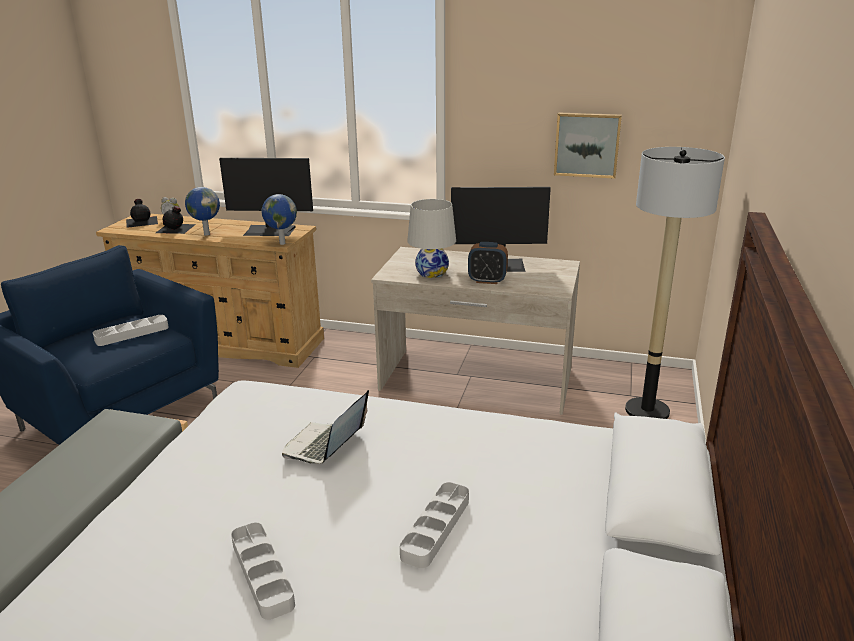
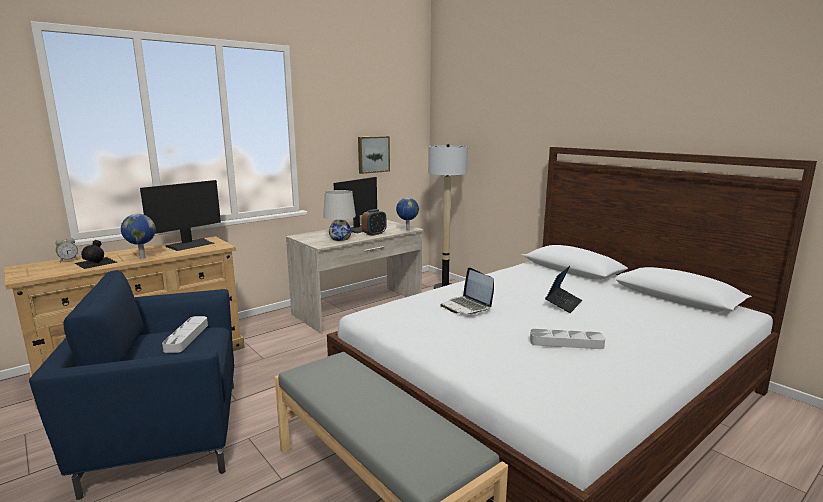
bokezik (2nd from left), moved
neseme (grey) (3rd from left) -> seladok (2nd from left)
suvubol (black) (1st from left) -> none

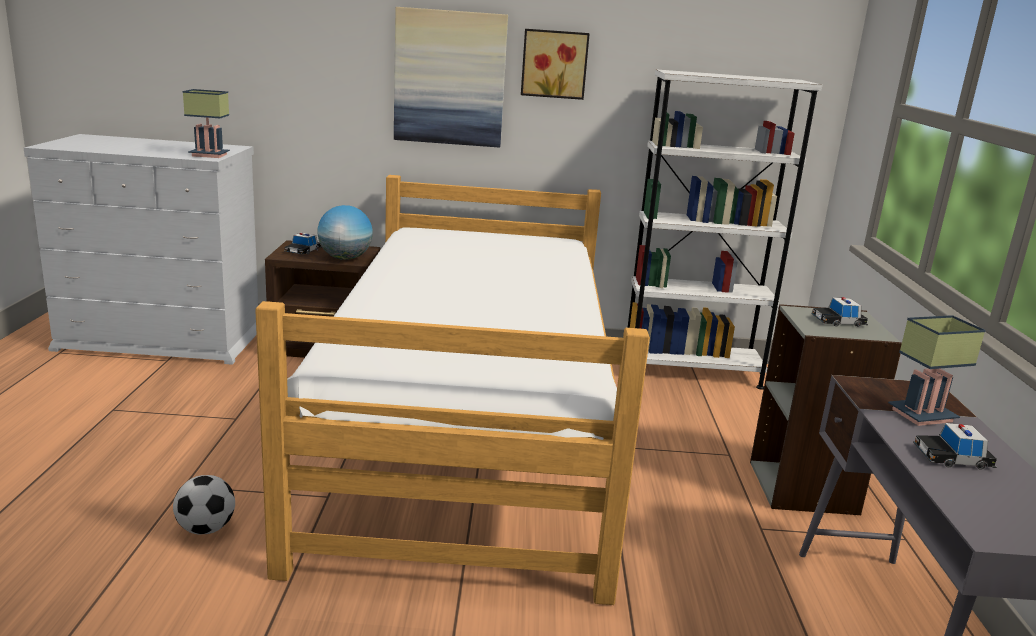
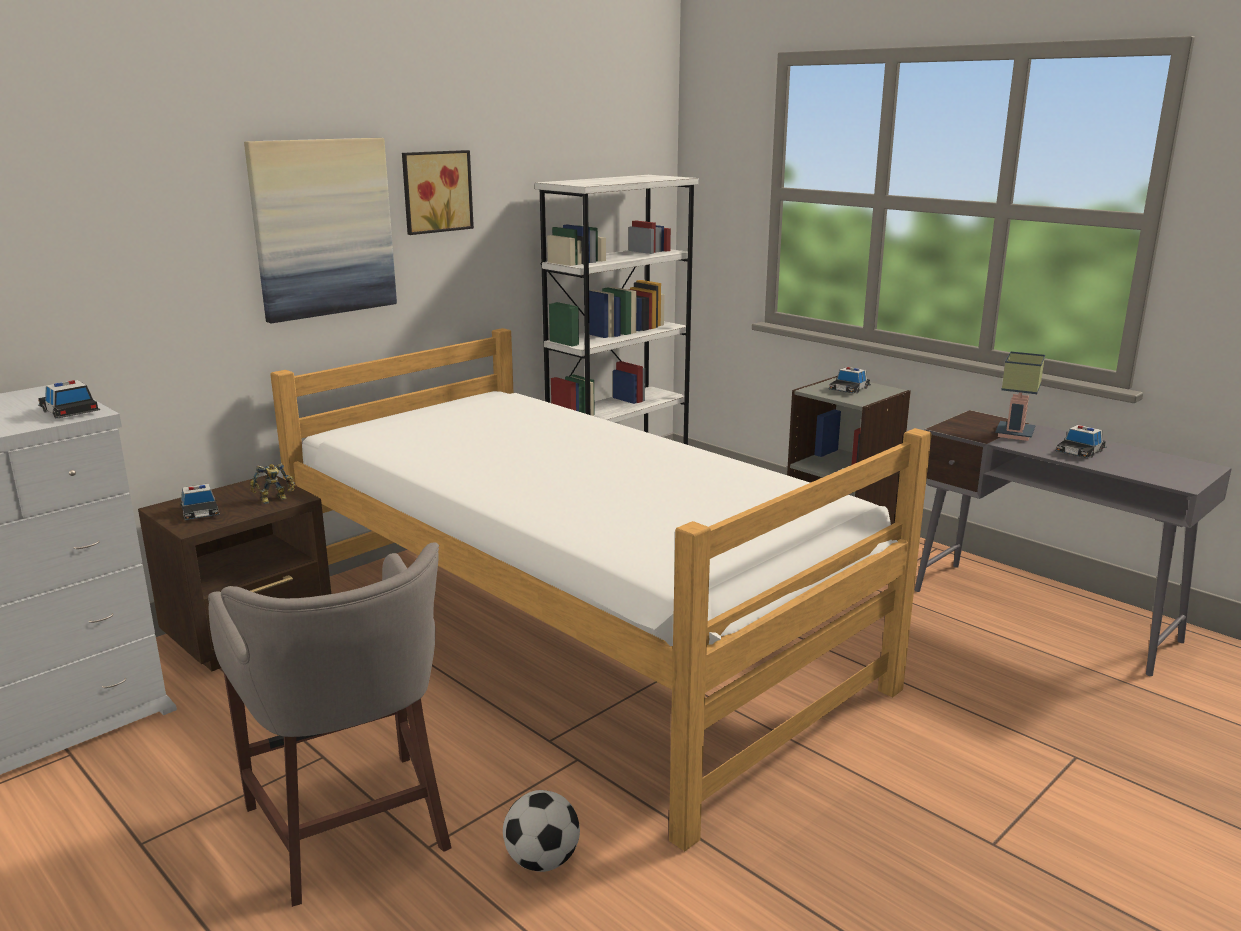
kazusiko (1st from left) -> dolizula (1st from left)
none -> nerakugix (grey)
bokezik -> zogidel

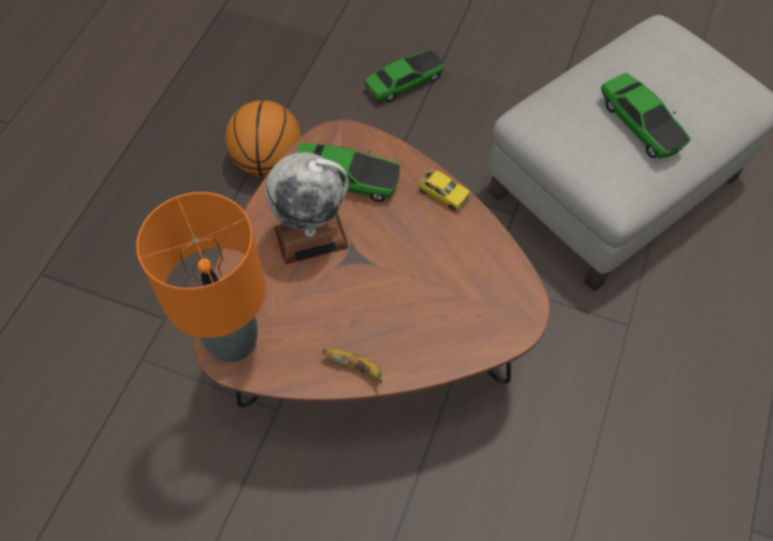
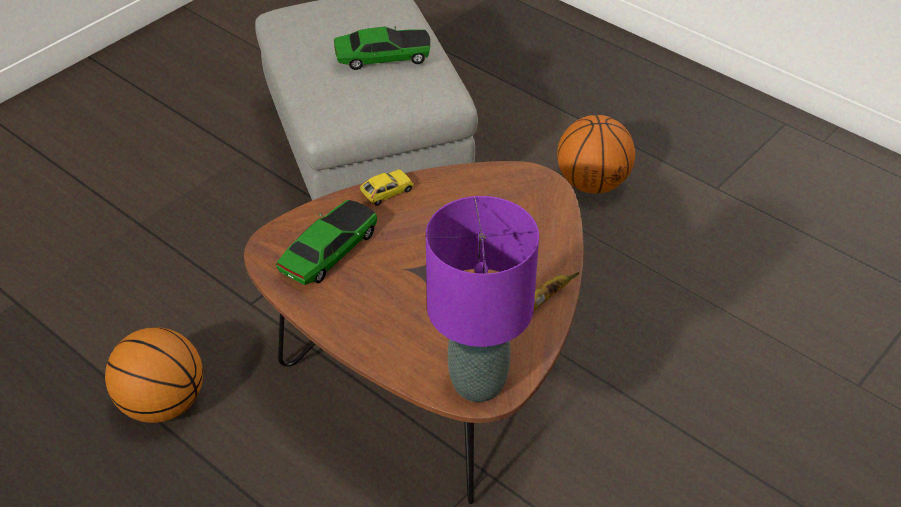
kazusiko (orange) -> kazusiko (purple)
none -> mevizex (2nd from left)
bokezik -> none
dolizula (2nd from left) -> none

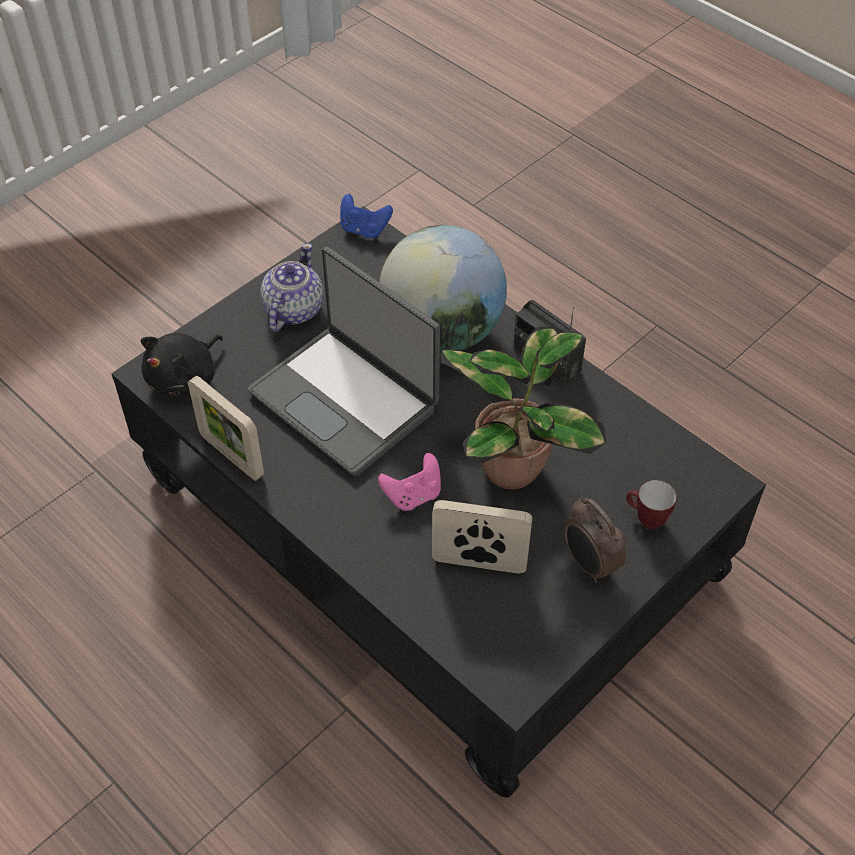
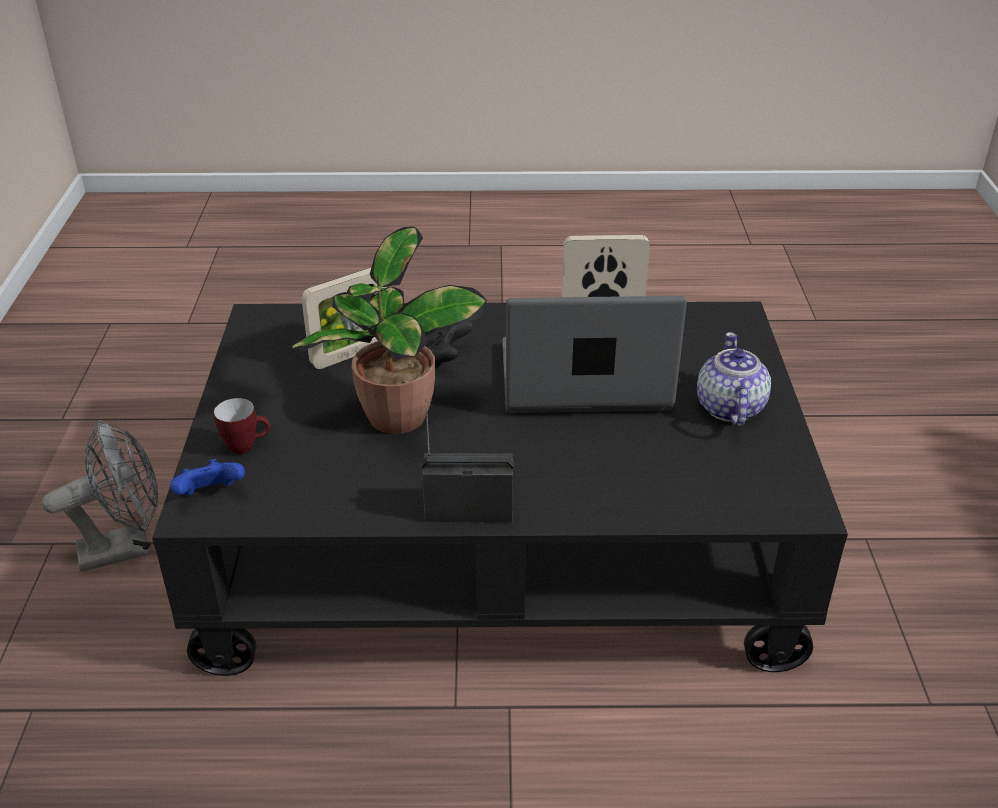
none -> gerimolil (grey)
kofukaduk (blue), moved
kofukaduk (pink) -> kofukaduk (black)
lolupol, 150 degrees counterclockwise
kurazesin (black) -> none
bokezik -> none
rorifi -> none

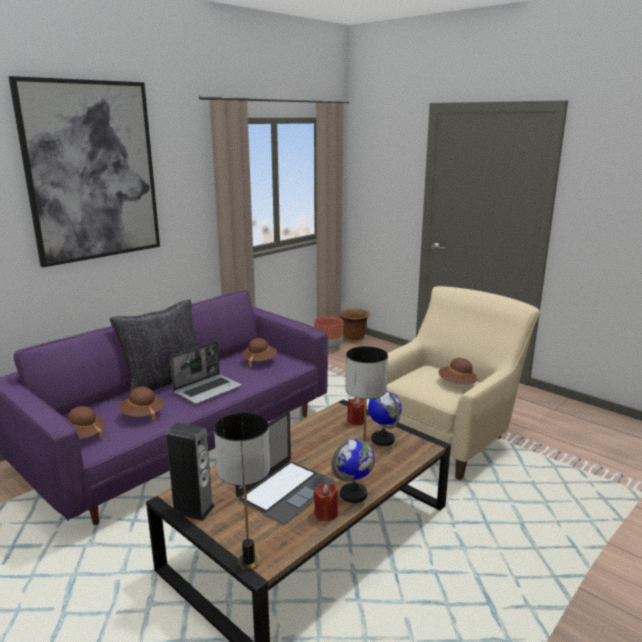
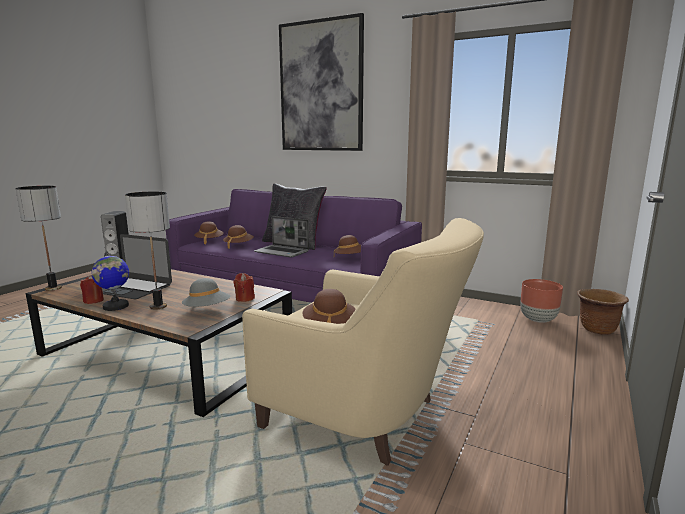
bokezik (2nd from left) -> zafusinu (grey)

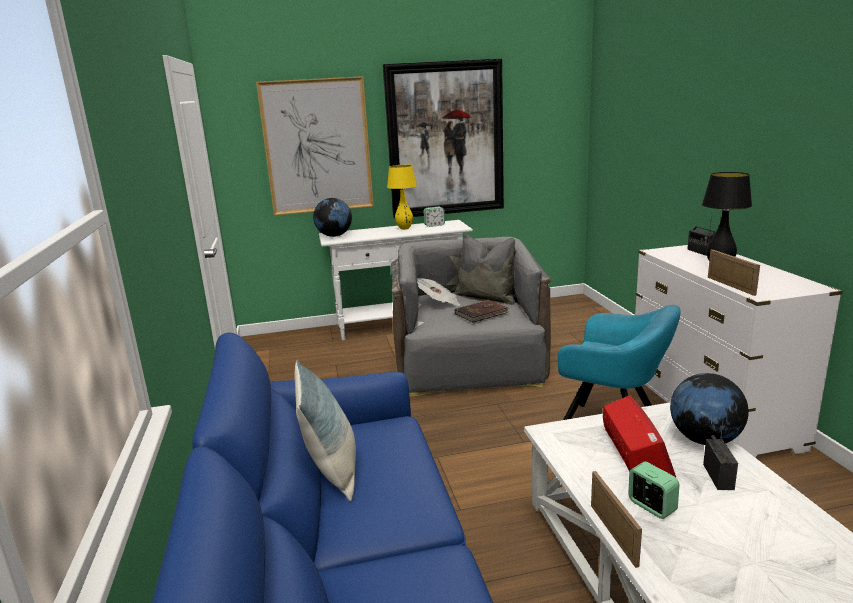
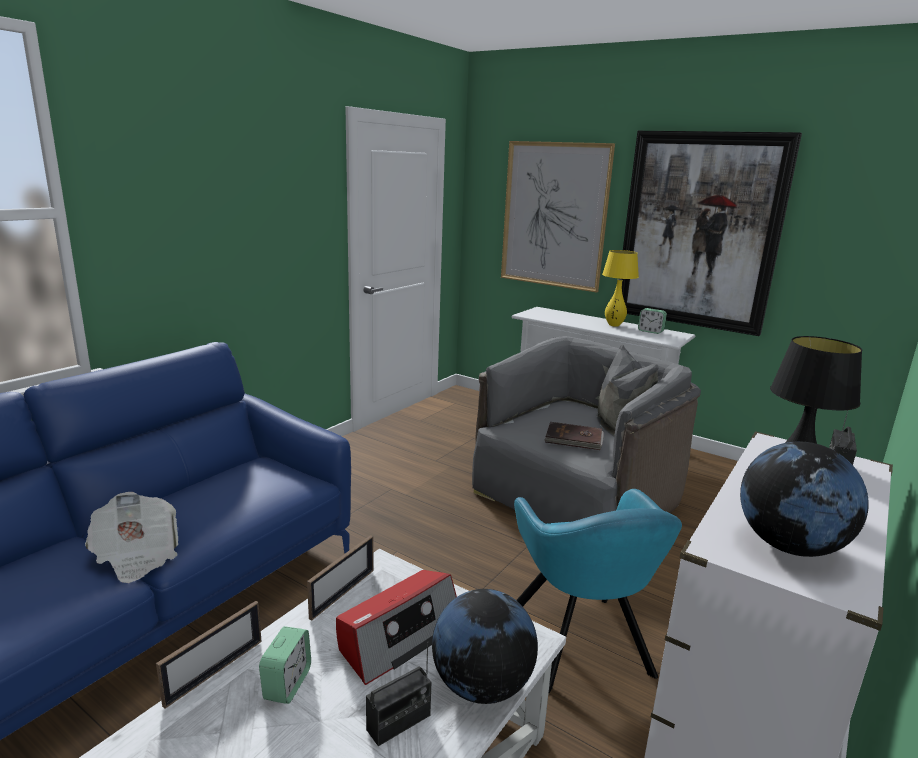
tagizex, moved
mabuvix (2nd from left), moved
bokezik (1st from left in the first image) -> bokezik (2nd from left), moved
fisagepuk -> none

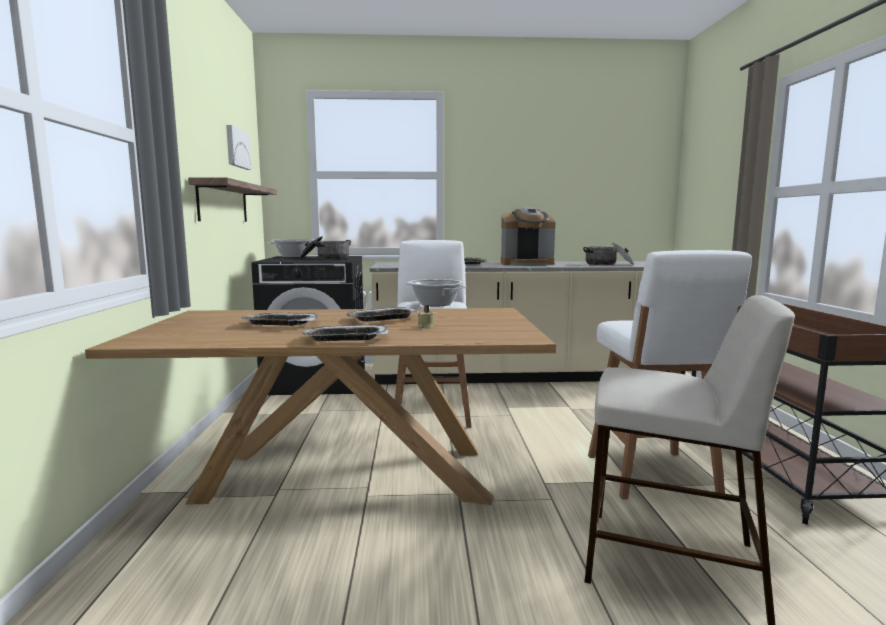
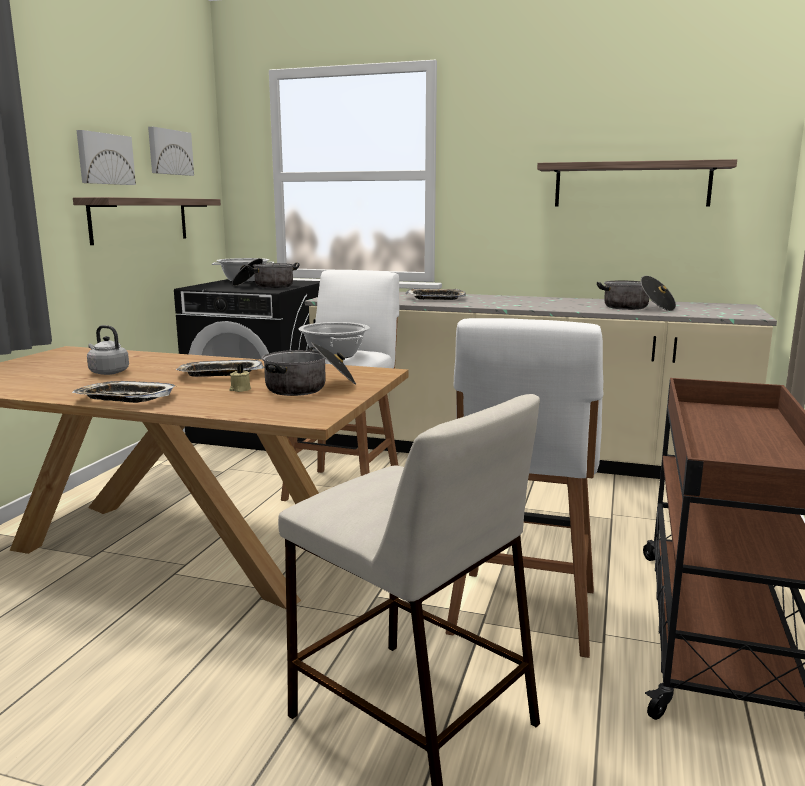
none -> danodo (1st from left)
neseme (1st from left) -> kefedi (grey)
none -> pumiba (3rd from left)
none -> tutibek (2nd from left)
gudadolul -> none

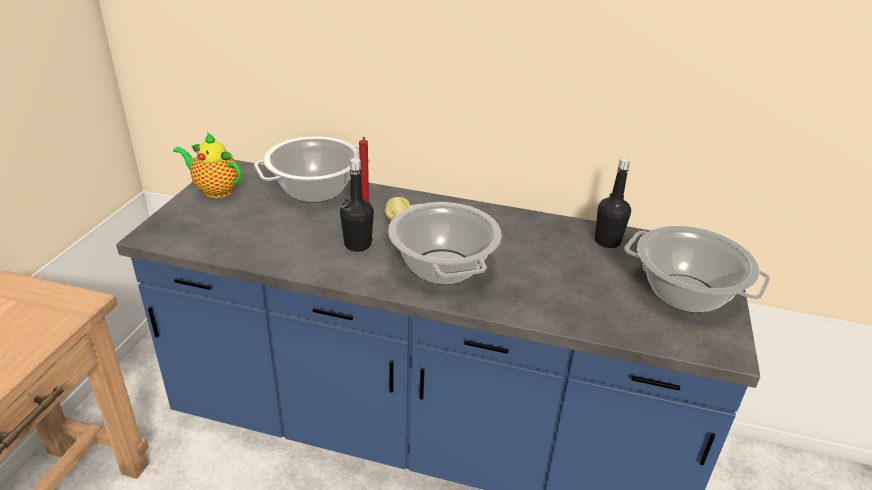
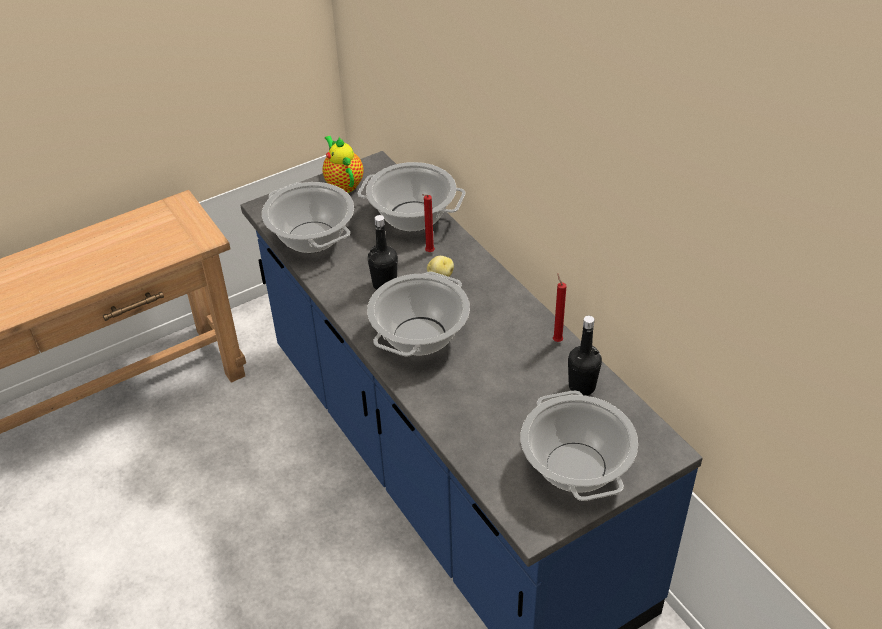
none -> pumiba (1st from left)
none -> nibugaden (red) (2nd from left)

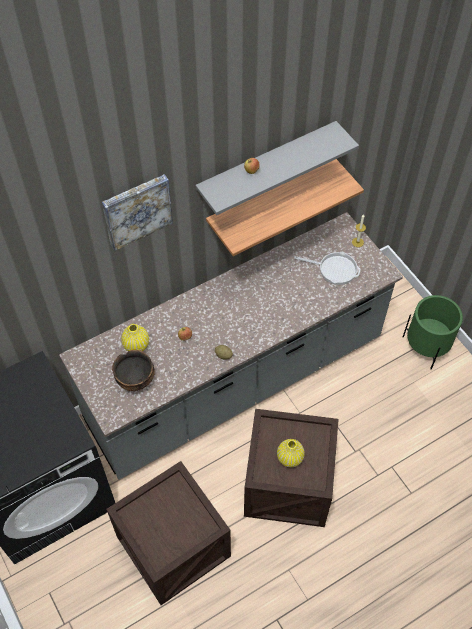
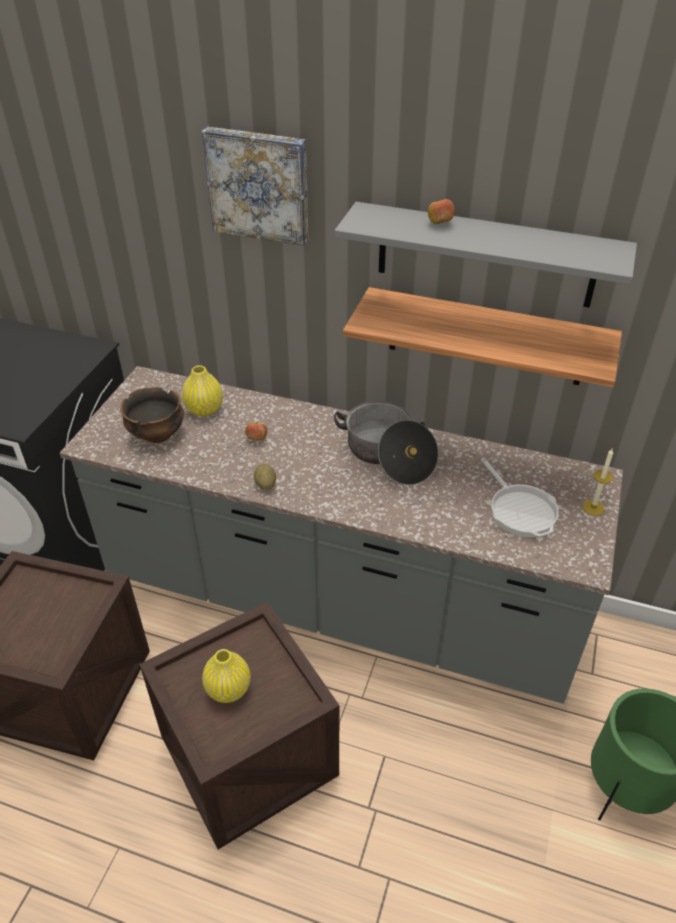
none -> pumiba

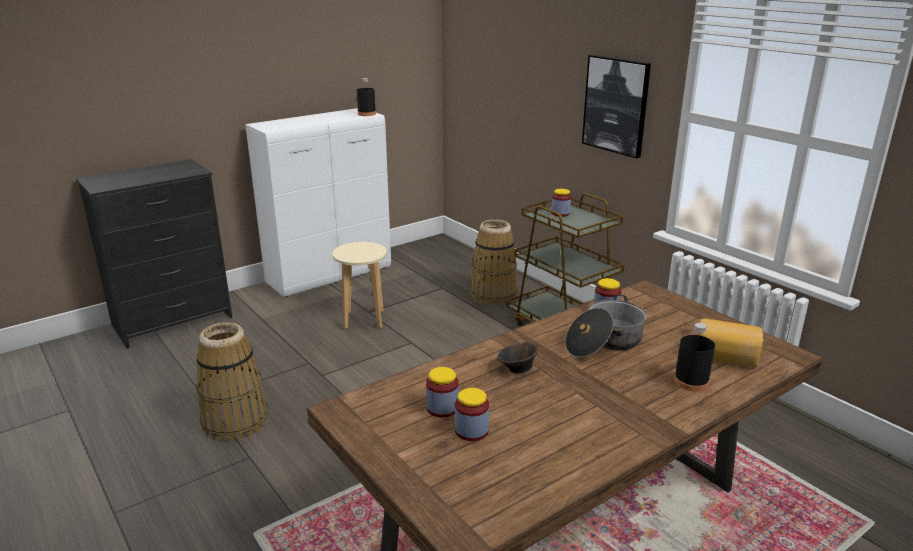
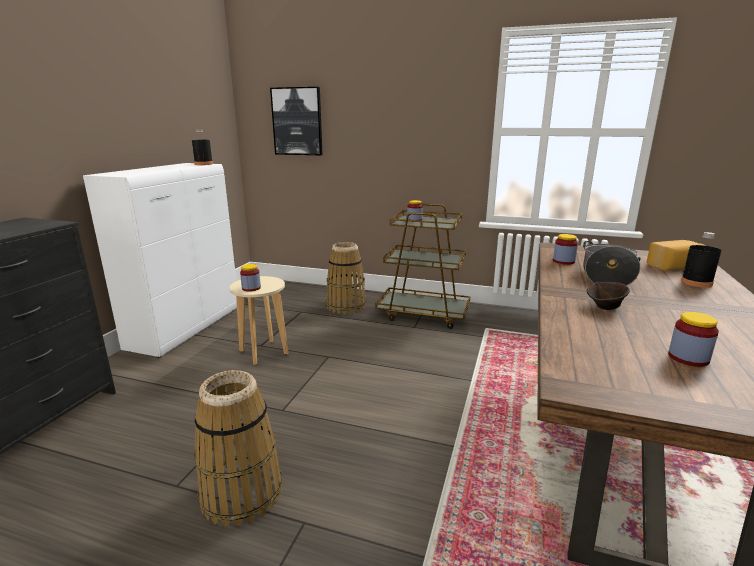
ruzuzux (1st from left), moved
danodo, moved

